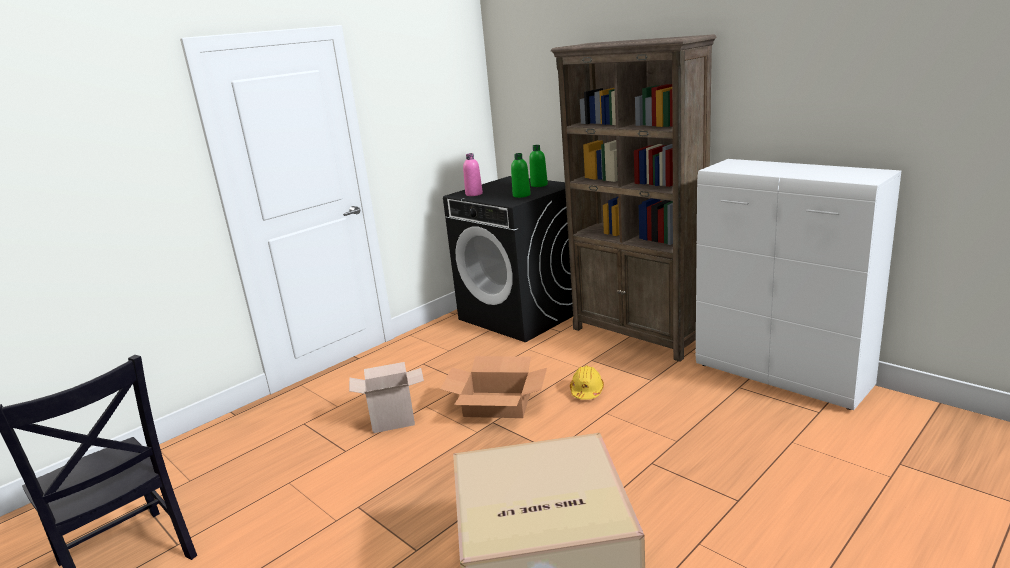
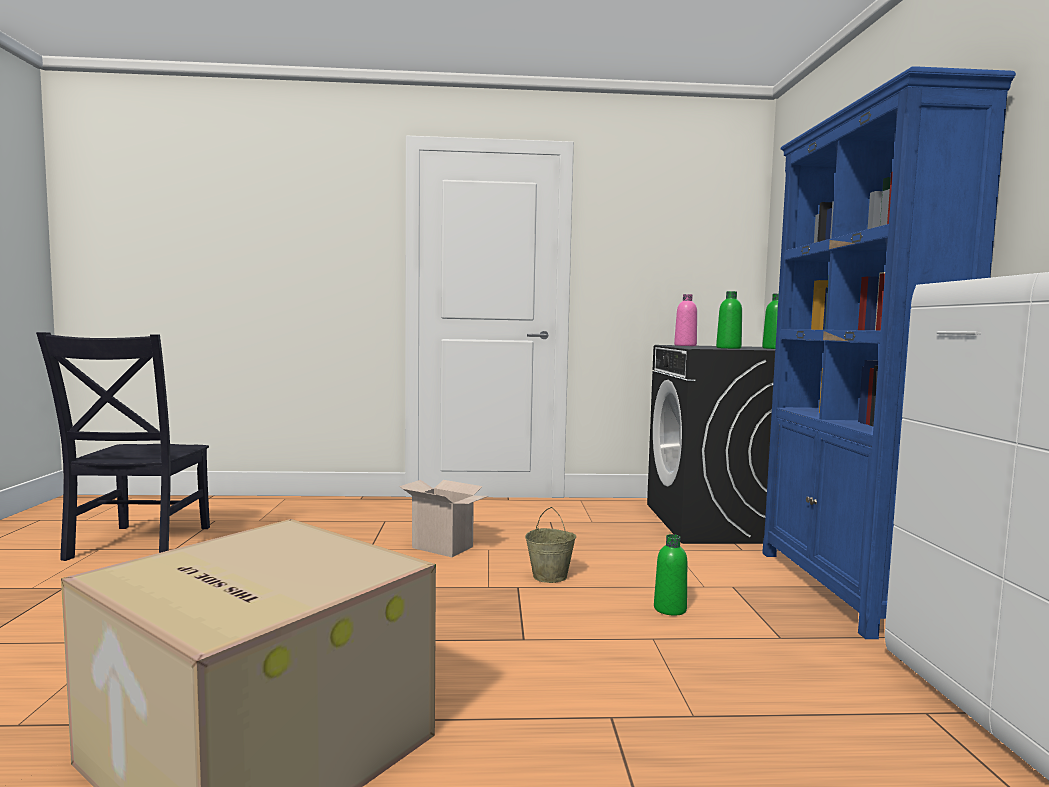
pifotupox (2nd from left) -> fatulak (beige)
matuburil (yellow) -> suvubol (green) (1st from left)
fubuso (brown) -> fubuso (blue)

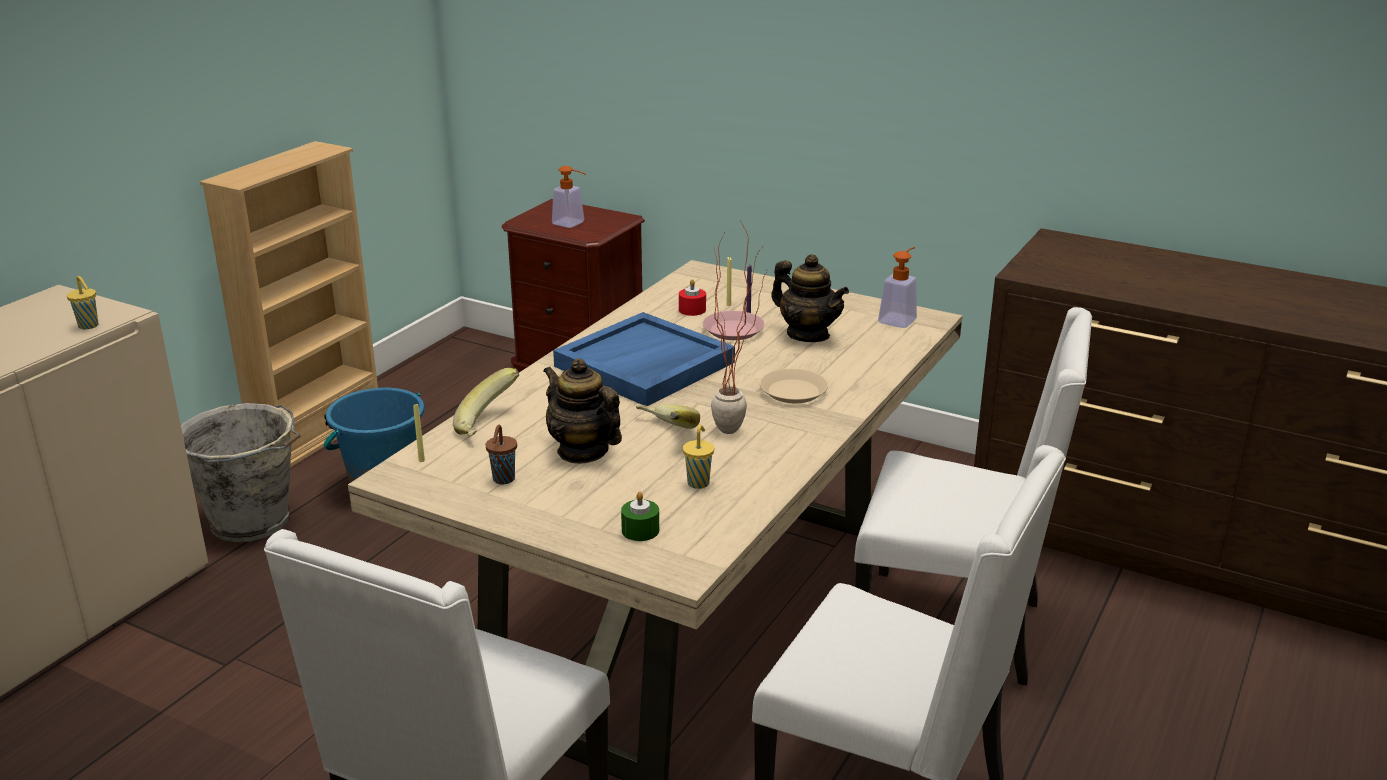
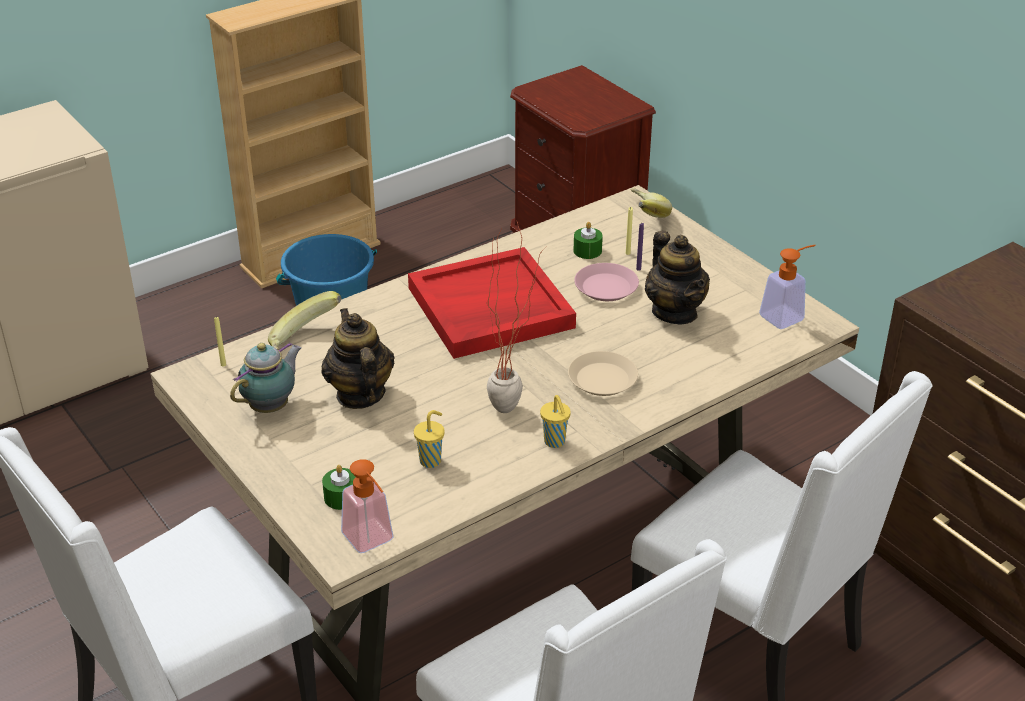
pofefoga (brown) -> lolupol (1st from left)
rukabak (1st from left), moved
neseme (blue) -> neseme (red)
pofefoga (yellow) (1st from left in the first image) -> pofefoga (yellow) (2nd from left), moved
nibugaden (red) -> nibugaden (green) (2nd from left)
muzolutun (2nd from left), moved
fatulak (grey) -> none

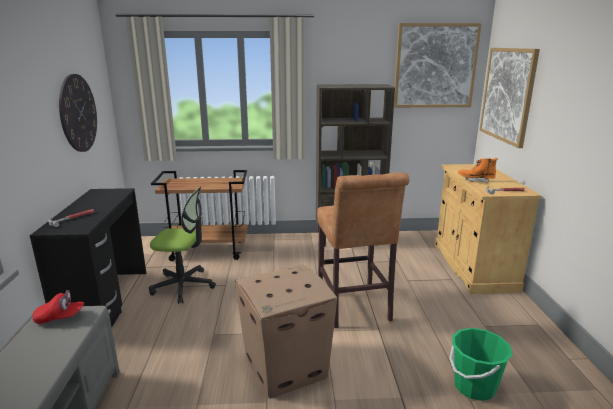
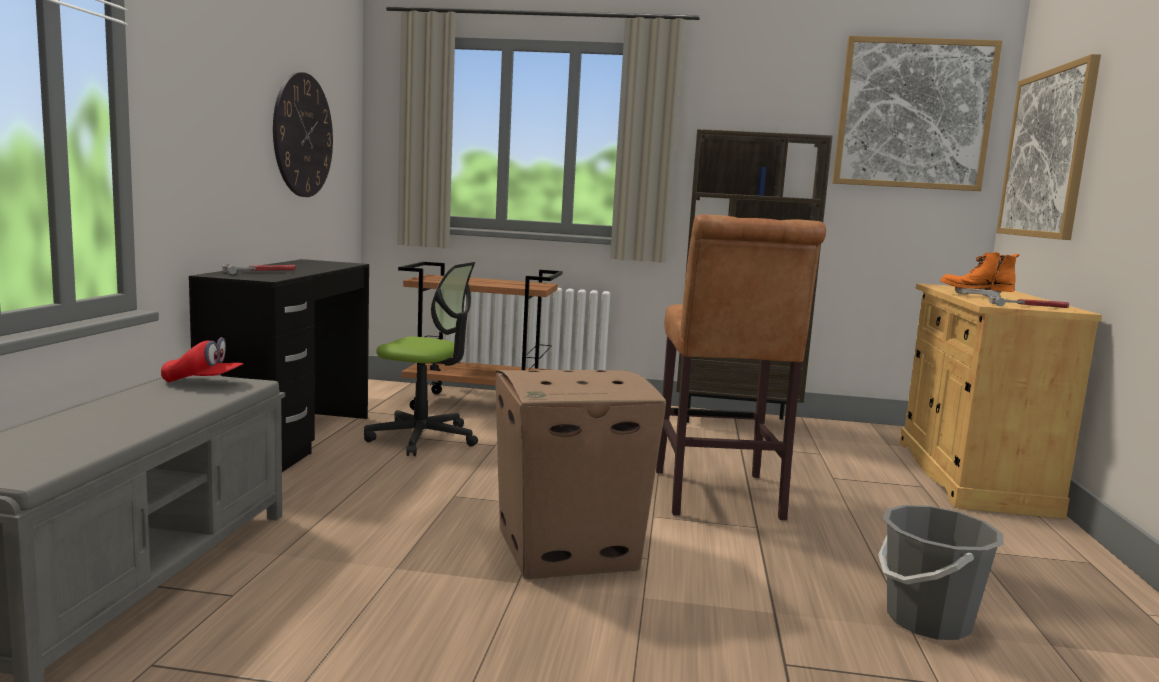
fatulak (green) -> fatulak (grey)

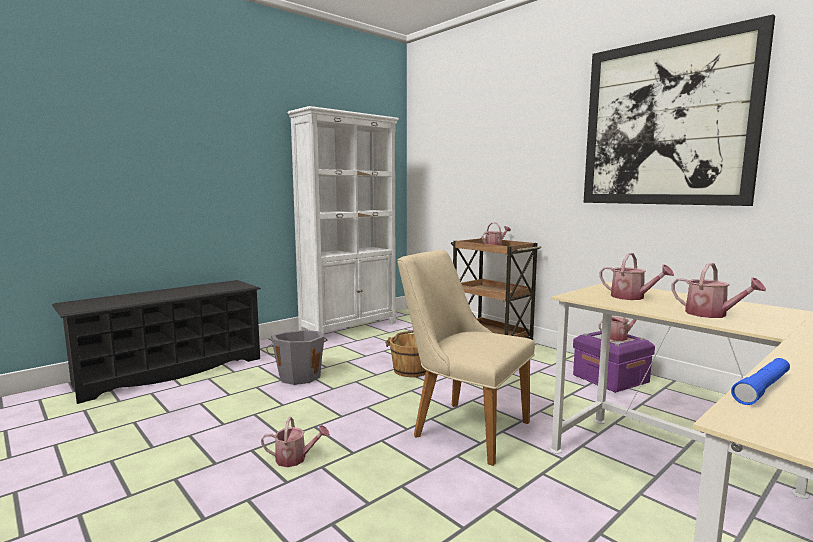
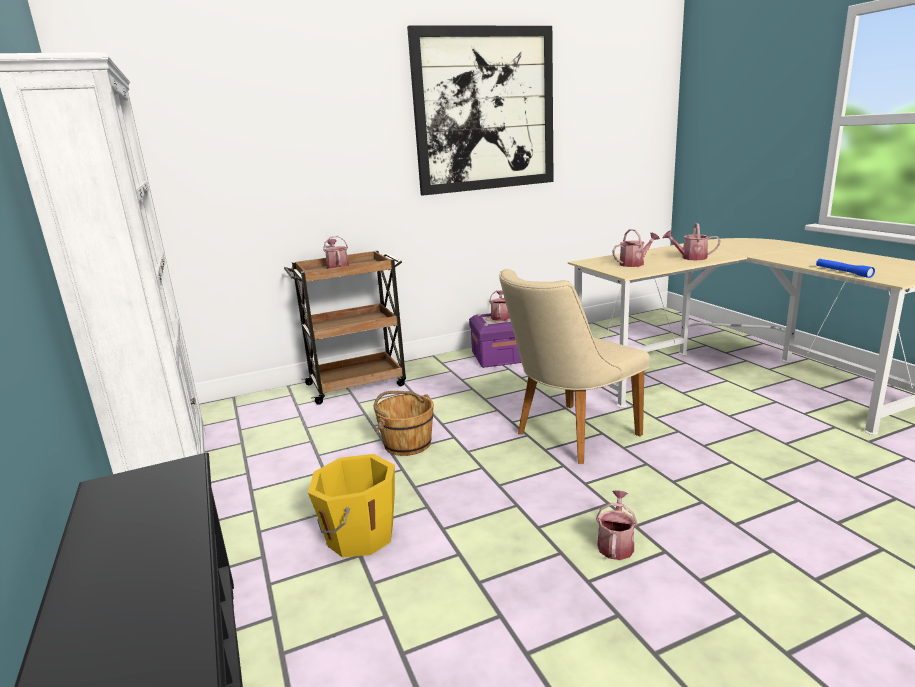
fatulak (grey) -> fatulak (yellow)
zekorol (5th from left), 150 degrees counterclockwise

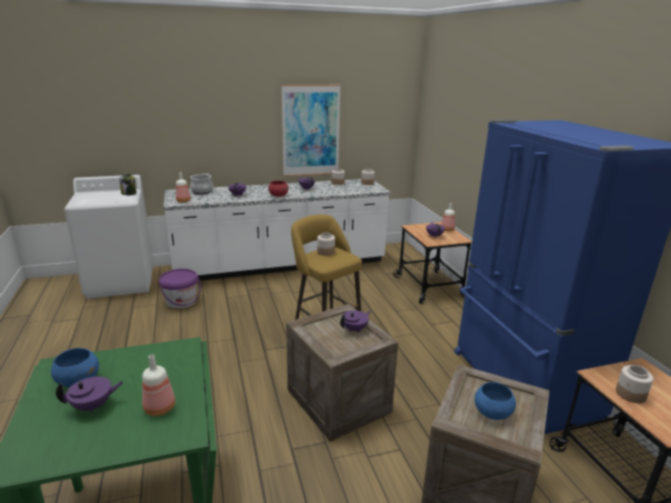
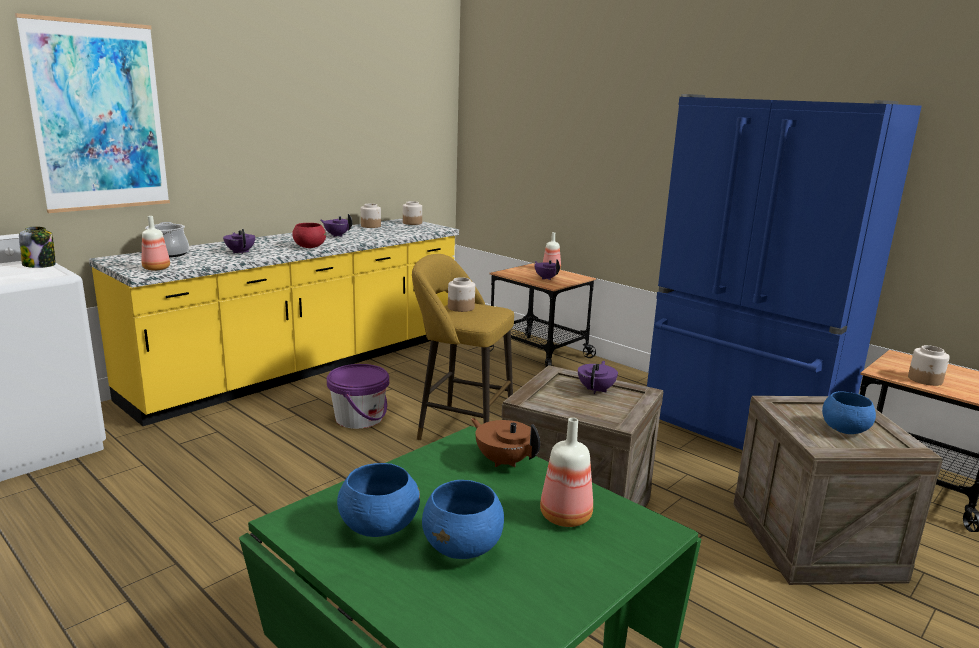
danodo, moved
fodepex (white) -> fodepex (yellow)
fatulak (purple), moved
lolupol (purple) (1st from left) -> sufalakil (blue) (2nd from left)
none -> lolupol (brown)

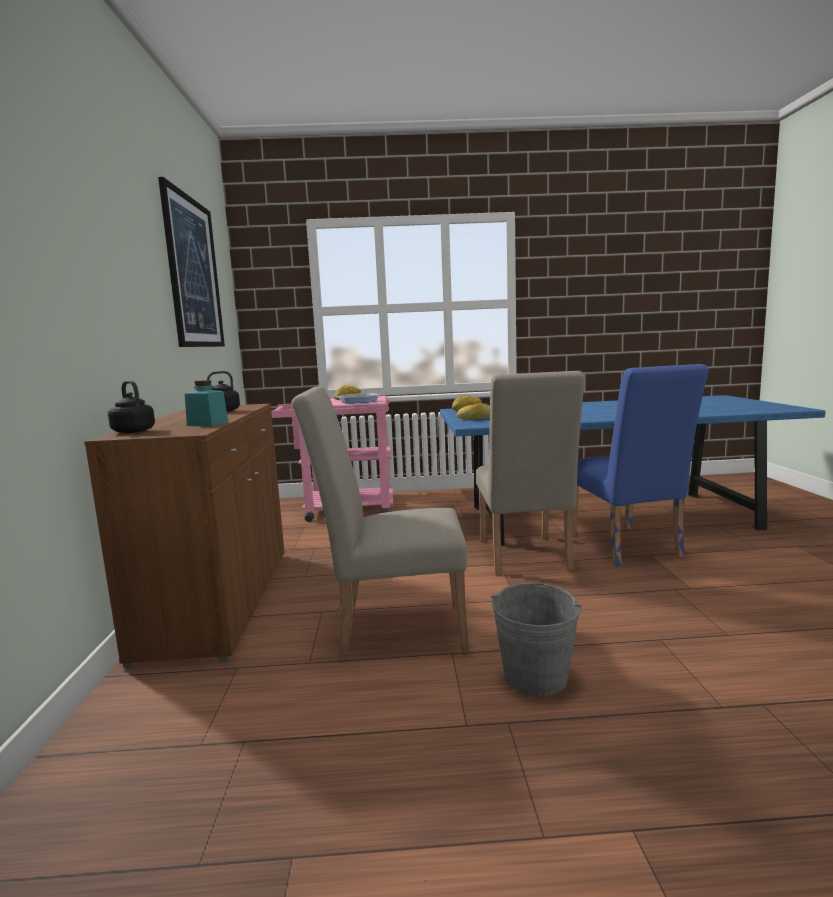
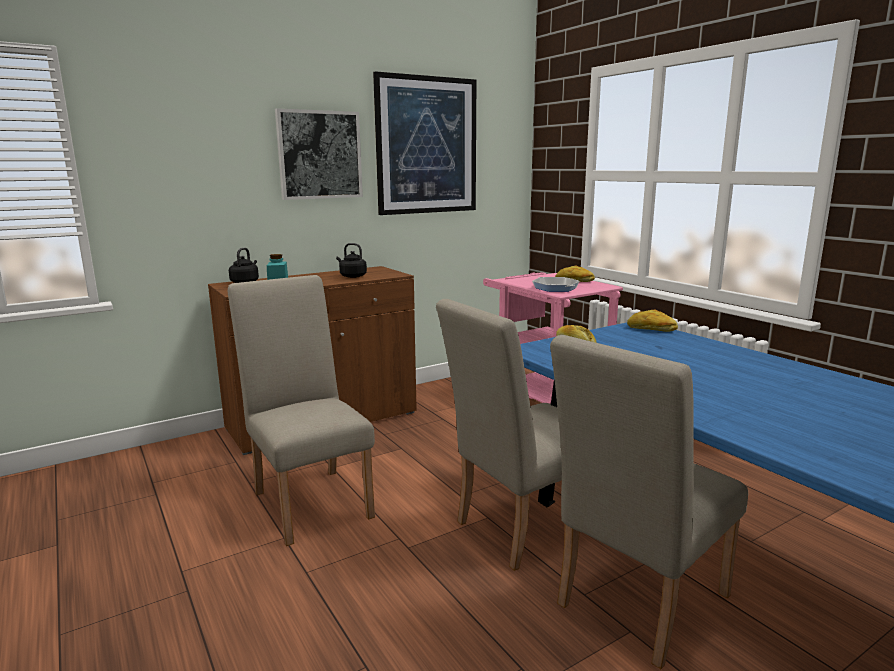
none -> danodo (1st from left)
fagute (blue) -> fagute (beige) (3rd from left)
fatulak (grey) -> none

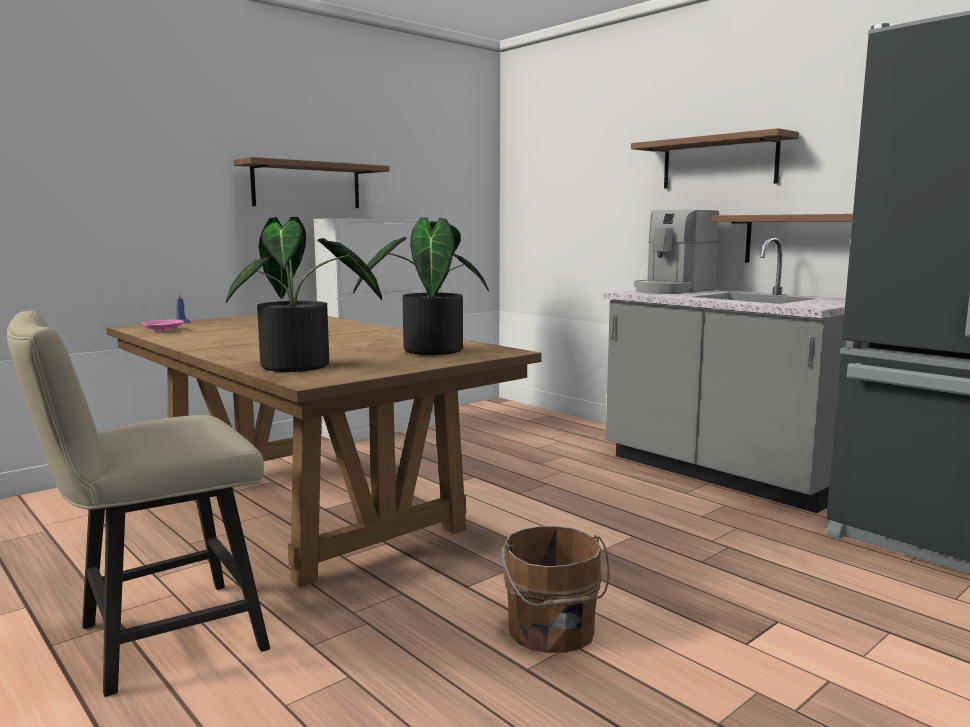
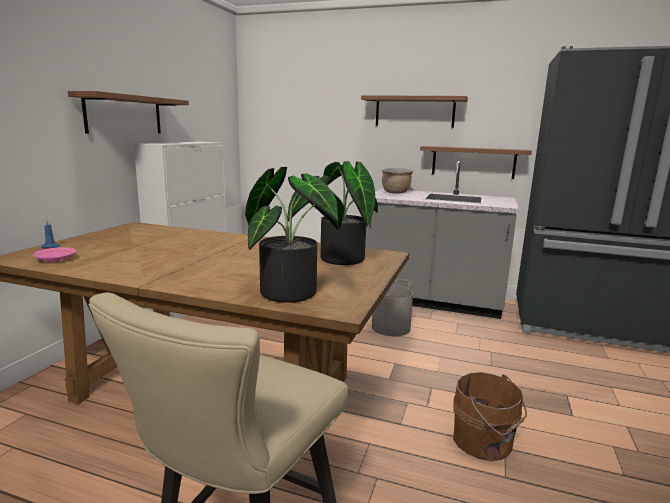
none -> fatulak (grey)
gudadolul -> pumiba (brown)

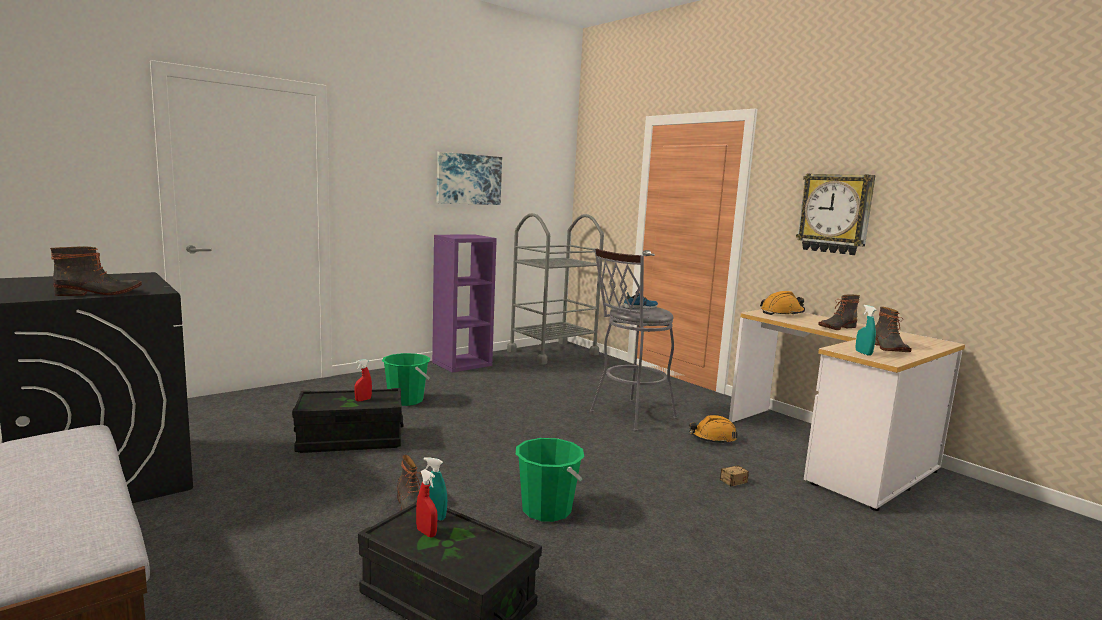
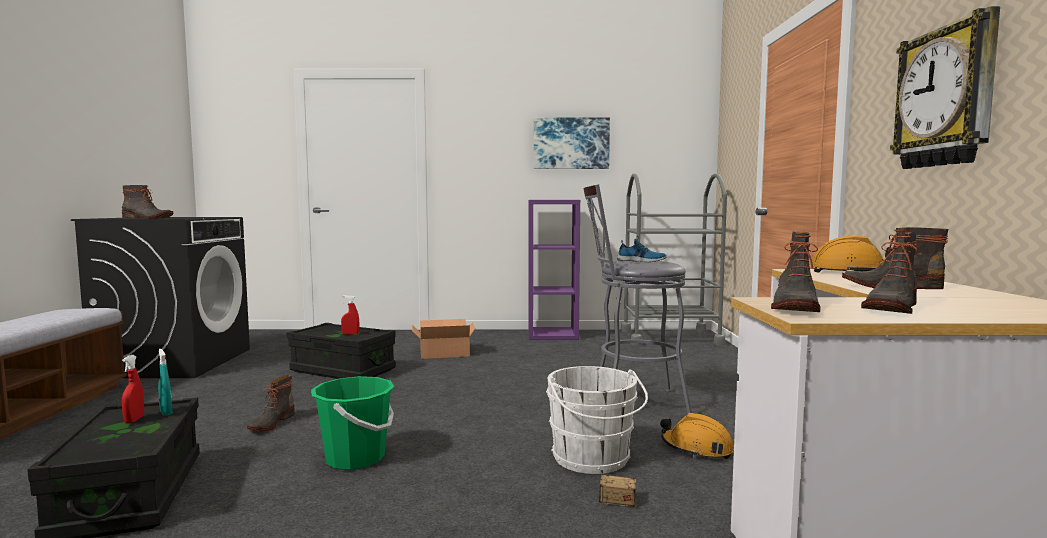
fatulak (green) (1st from left) -> pifotupox
none -> fatulak (white)
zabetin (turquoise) (2nd from left) -> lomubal (3rd from left)

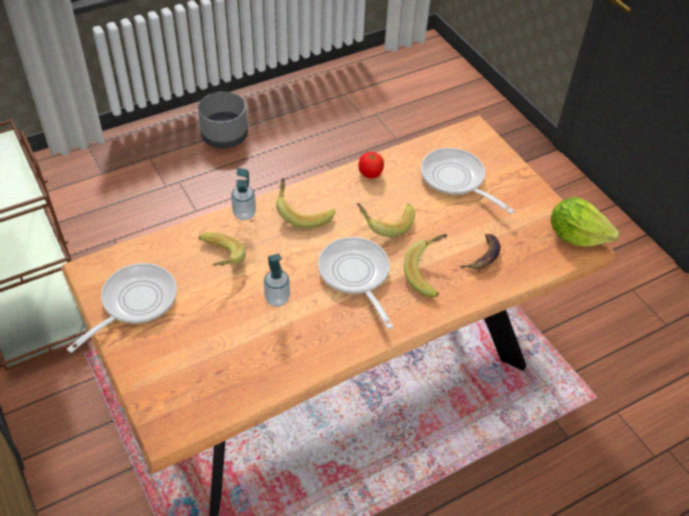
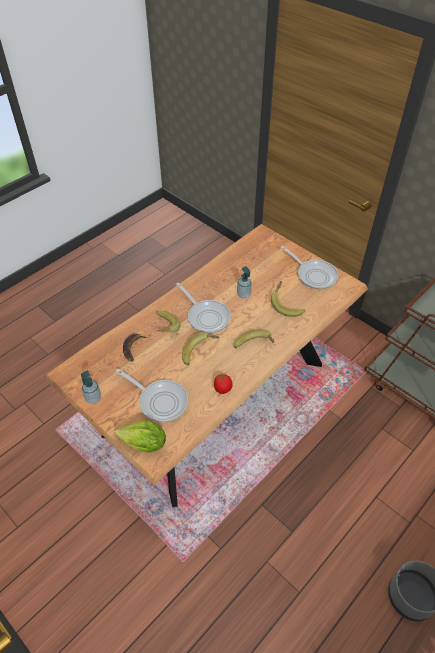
rukabak (1st from left), moved
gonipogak, moved
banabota (1st from left in the first image) -> banabota (3rd from left), 60 degrees counterclockwise

